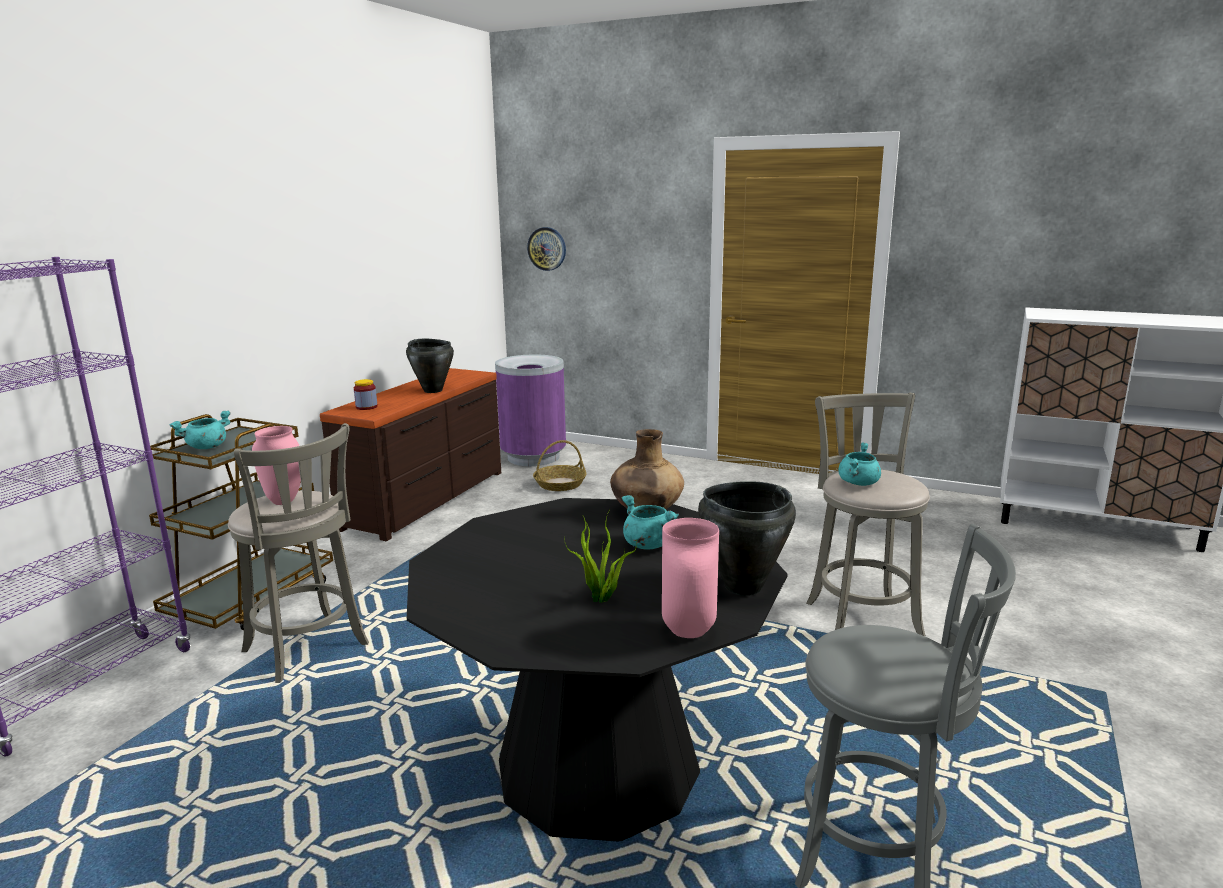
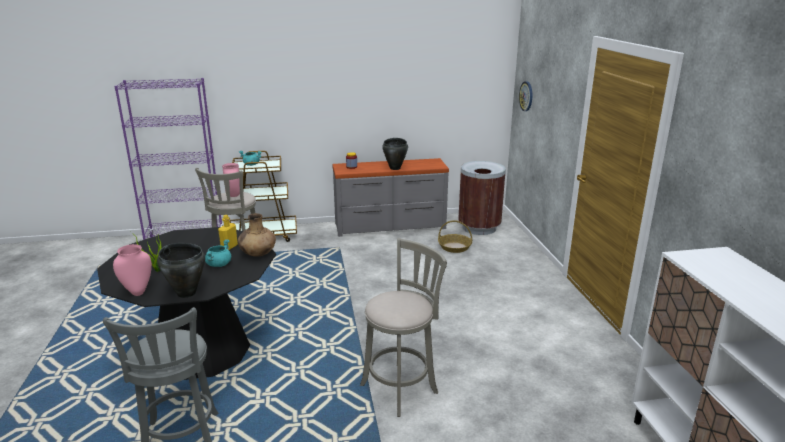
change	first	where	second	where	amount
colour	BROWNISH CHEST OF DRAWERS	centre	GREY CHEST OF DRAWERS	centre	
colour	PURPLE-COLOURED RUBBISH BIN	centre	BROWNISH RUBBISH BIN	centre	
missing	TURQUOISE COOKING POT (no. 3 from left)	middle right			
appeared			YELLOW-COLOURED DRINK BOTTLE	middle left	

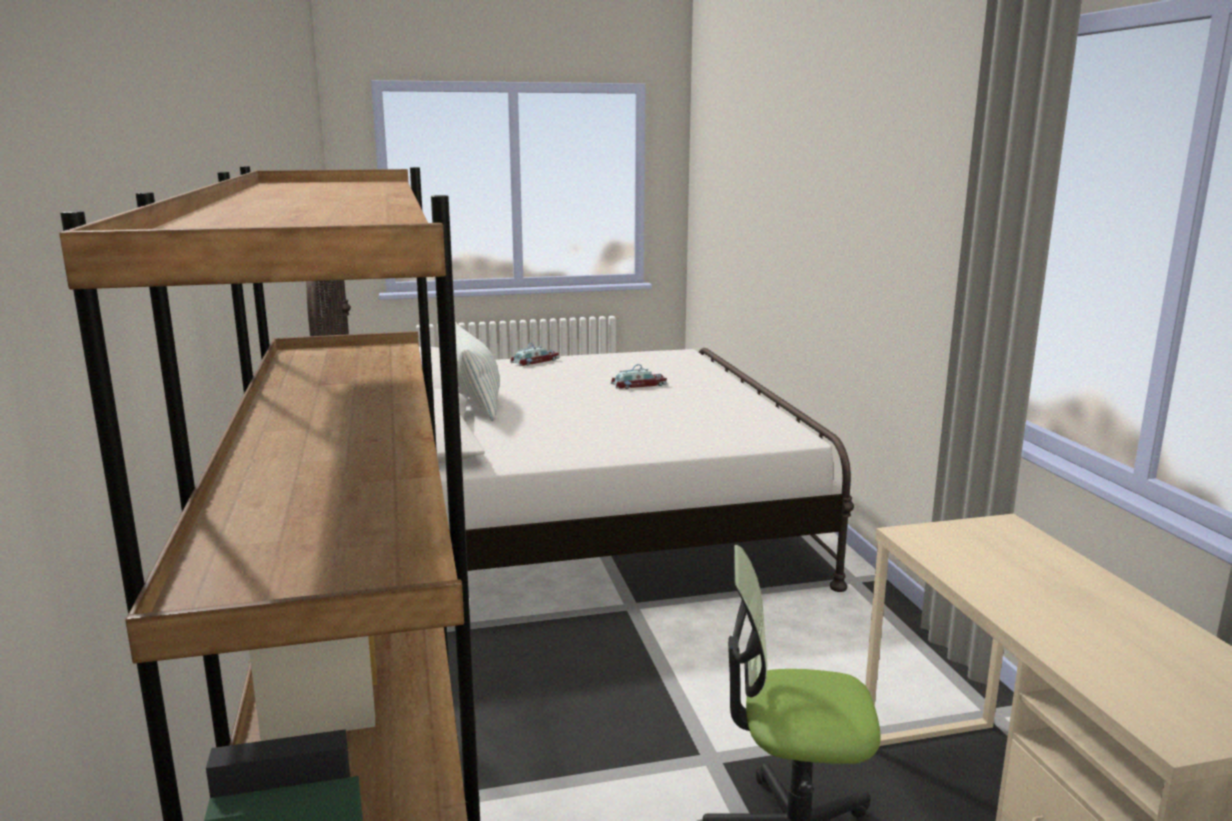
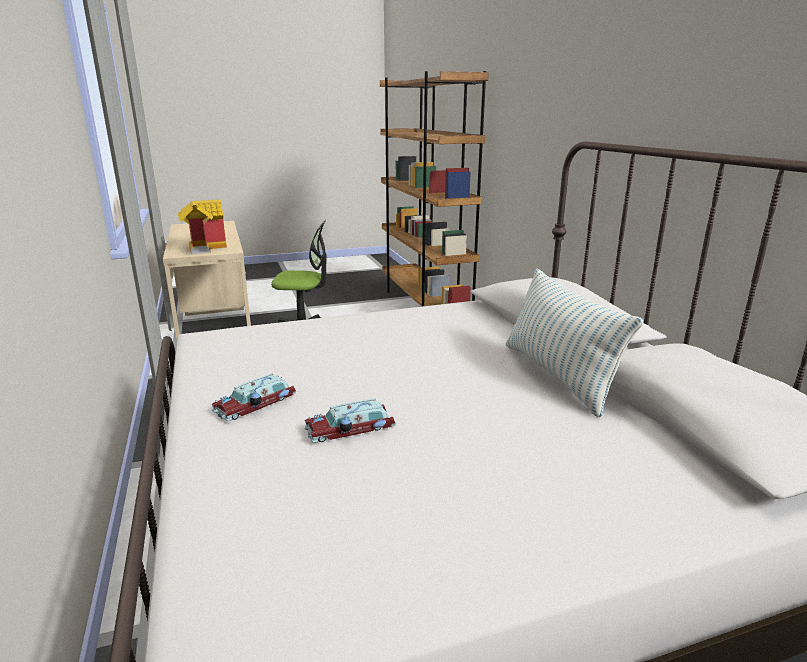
change	first	where	second	where	amount
relocated	MINIATURE CAR (no. 1 from left)	centre		middle left	
appeared			MINIATURE HOUSE	middle left	

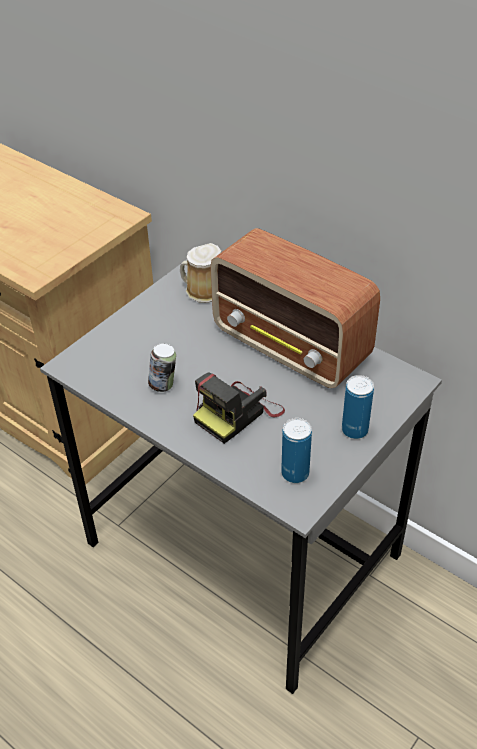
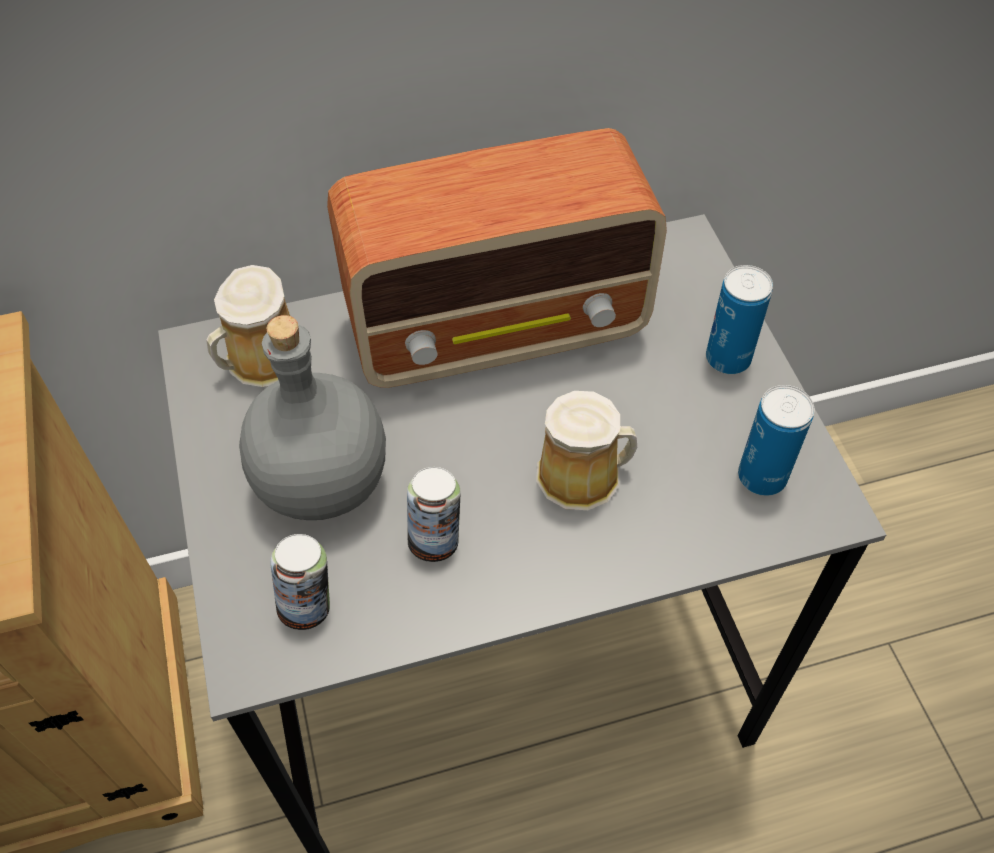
change	first	where	second	where	amount
exchanged	STILL CAMERA	centre	MUG (no. 2 from left)	centre	
appeared			GREY DRINK BOTTLE	middle left	
appeared			SEALED CAN (no. 1 from left)	bottom left	

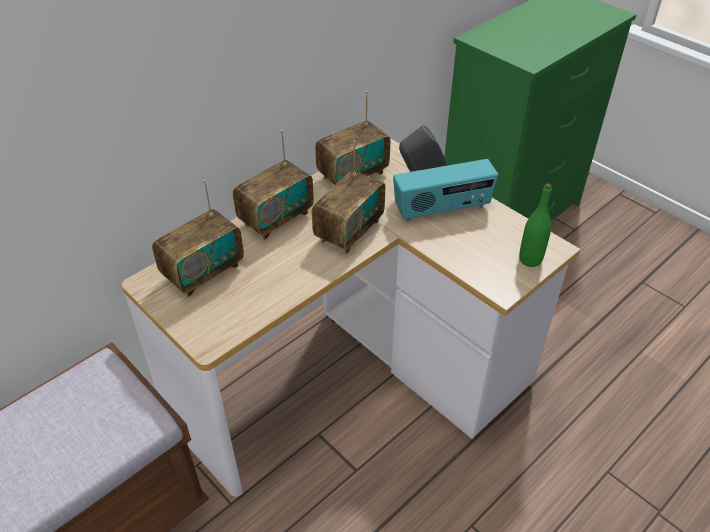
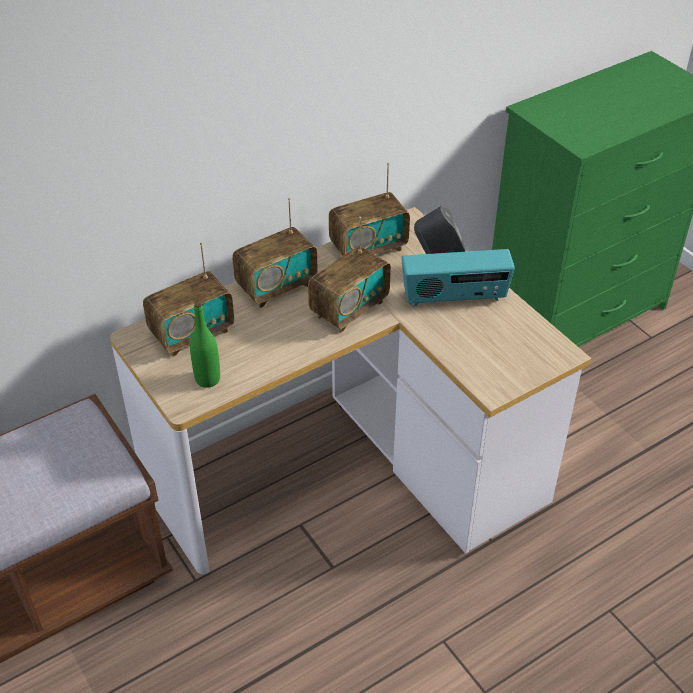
change	first	where	second	where	amount
relocated	GREENISH DRINK BOTTLE	middle right		middle left	

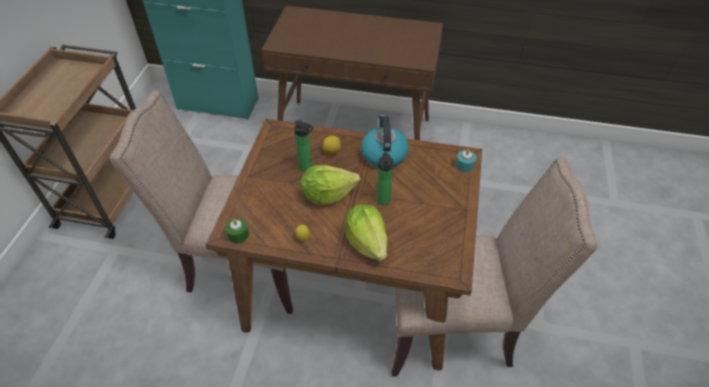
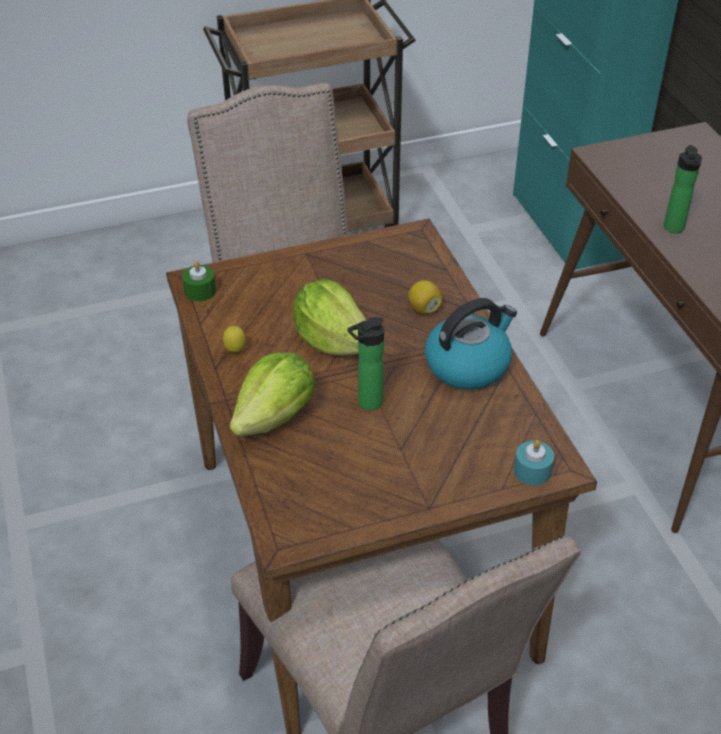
change	first	where	second	where	amount
relocated	DRINK BOTTLE (no. 1 from left in the first image)	centre	DRINK BOTTLE (no. 2 from left)	top right	

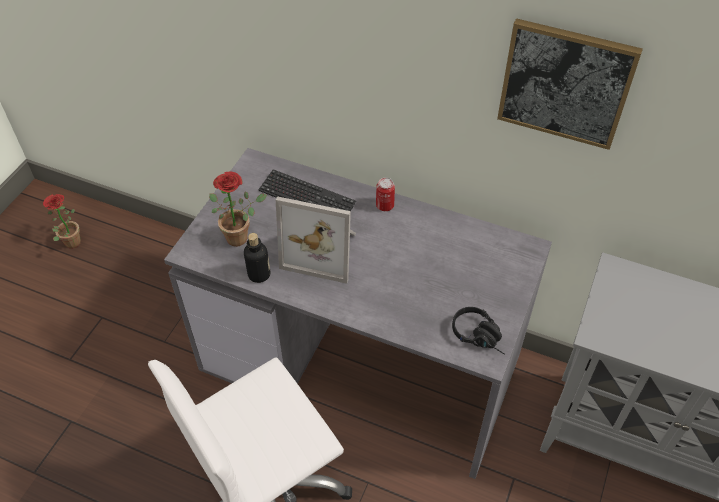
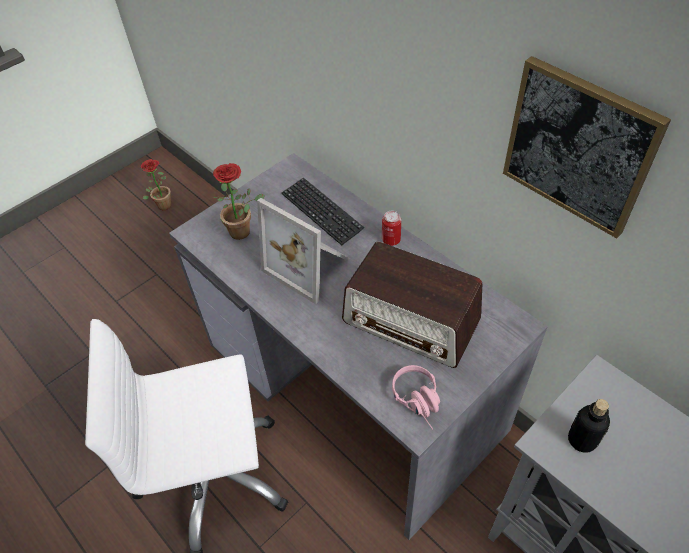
change	first	where	second	where	amount
relocated	DRINK BOTTLE	centre		bottom right	
colour	BLACKISH HEADPHONES	centre	PINKISH HEADPHONES	bottom centre	
appeared			RADIO SET	centre	

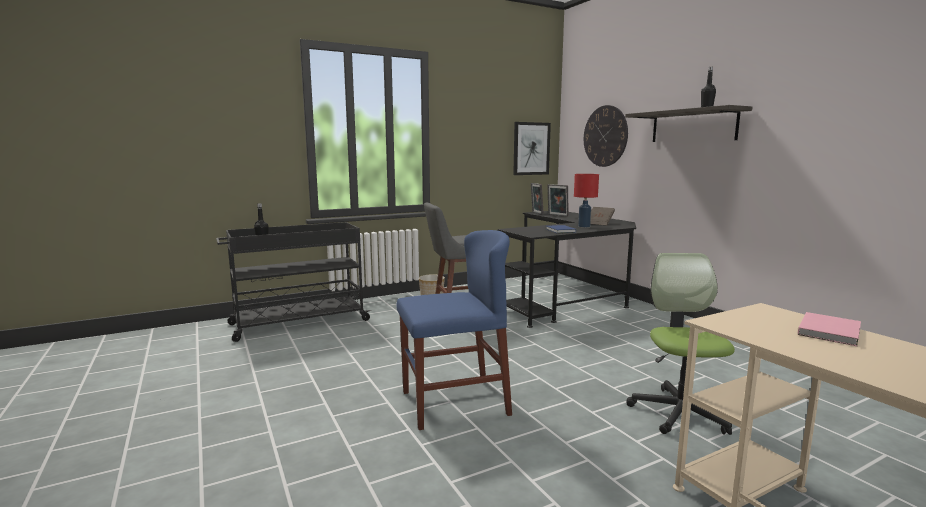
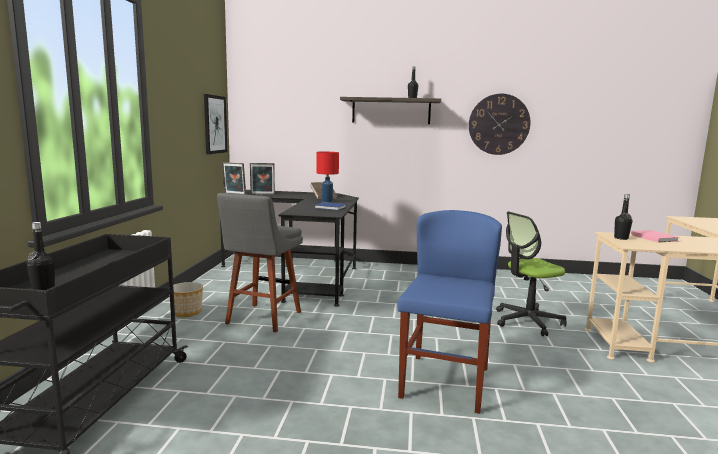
change	first	where	second	where	amount
relocated	CLOCK ON THE WALL	top centre		top right	
spun	OFFICE CHAIR	bottom right		middle right	60 degrees counterclockwise
appeared			BLACKISH DRINK BOTTLE (no. 3 from left)	middle right	

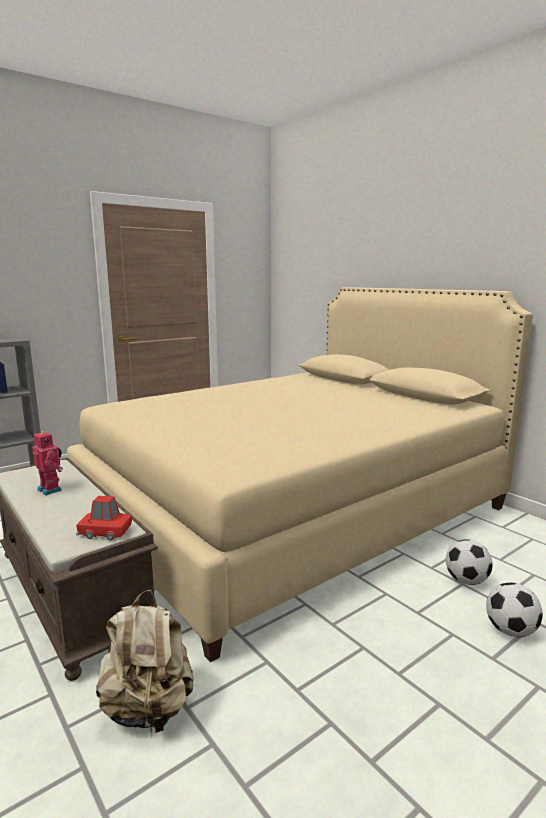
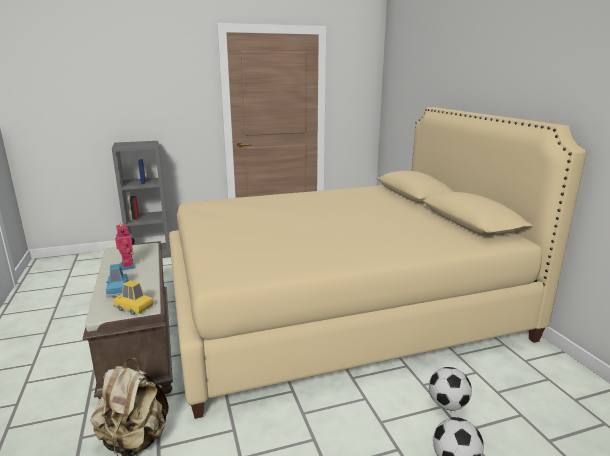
change	first	where	second	where	amount
colour	REDDISH MINIATURE CAR	middle left	YELLOW-COLOURED MINIATURE CAR	middle left	
appeared			BLUISH MINIATURE CAR	middle left	

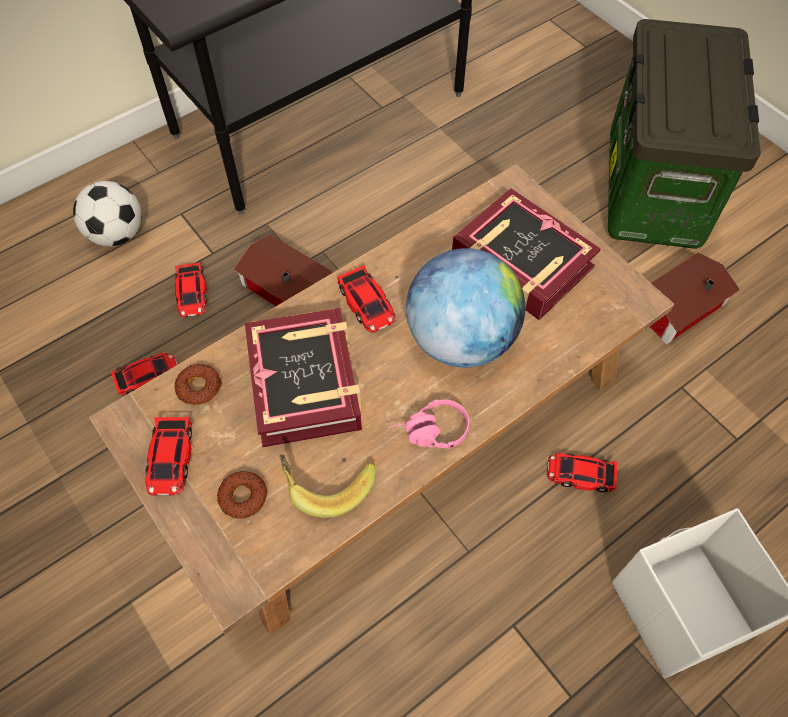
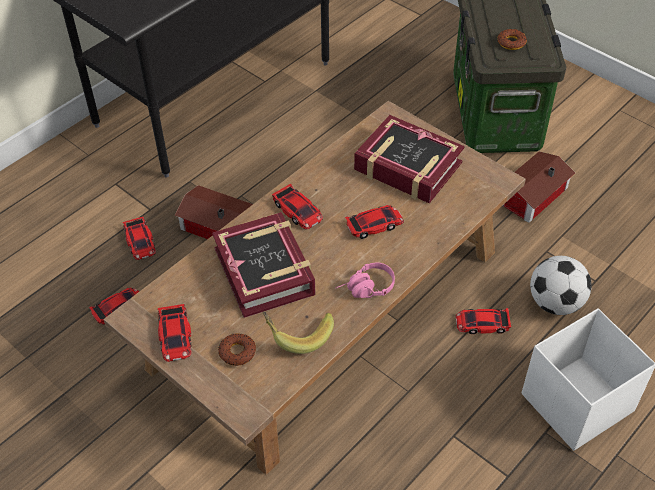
change	first	where	second	where	amount
relocated	BALL FOR FOOTBALL	top left		middle right	
relocated	RING DOUGHNUT (no. 1 from left in the first image)	middle left	RING DOUGHNUT (no. 2 from left)	top right	
exchanged	DESK GLOBE	centre	MINIATURE CAR (no. 5 from left)	centre	

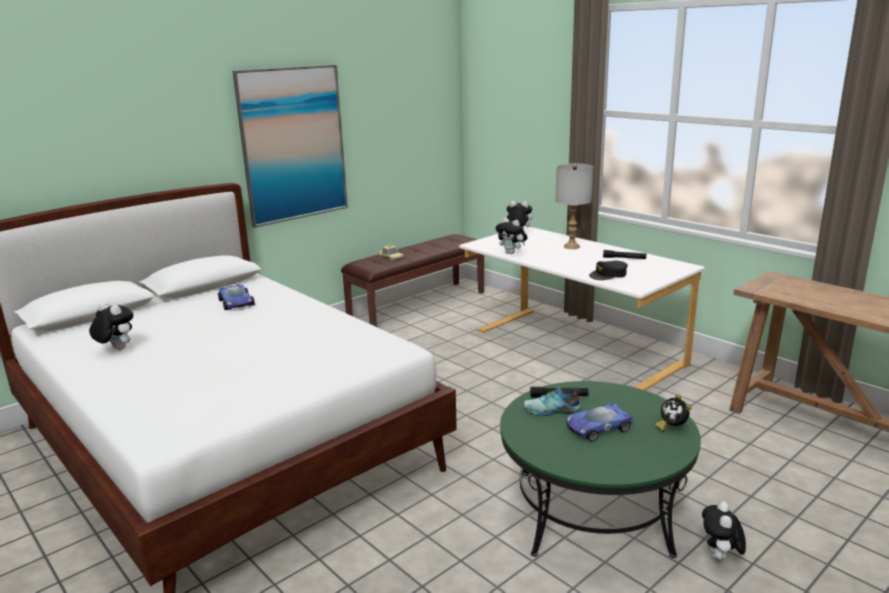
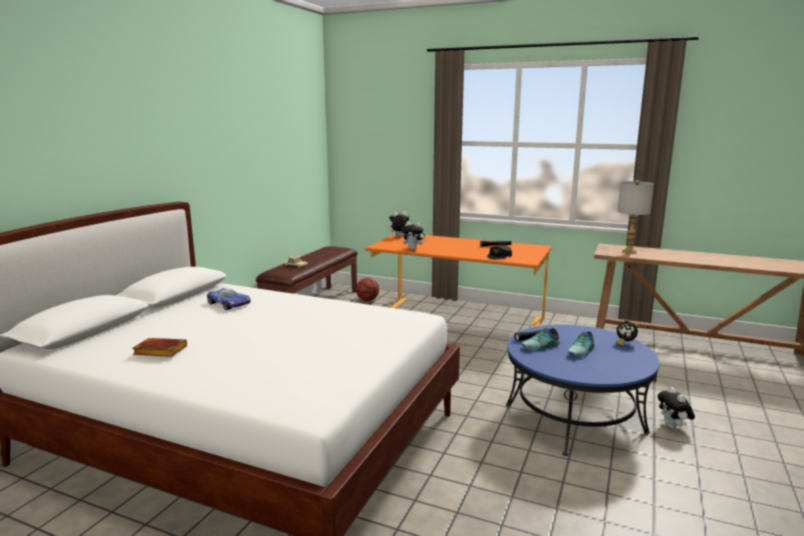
change	first	where	second	where	amount
exchanged	CUDDLY TOY (no. 1 from left)	middle left	BROWNISH VOLUME	middle left	
missing	WALL PICTURE	top left			
colour	WHITISH DESK UNIT	centre	ORANGE DESK UNIT	centre	
colour	GREENISH COFFEE TABLE	bottom right	BLUISH COFFEE TABLE	bottom right	
relocated	GREY LAMP FOR A TABLE	centre		middle right	
exchanged	MINIATURE CAR (no. 3 from left)	bottom right	ITEM OF FOOTWEAR (no. 2 from left)	middle right	
appeared			BALL FOR BASKETBALL	centre	

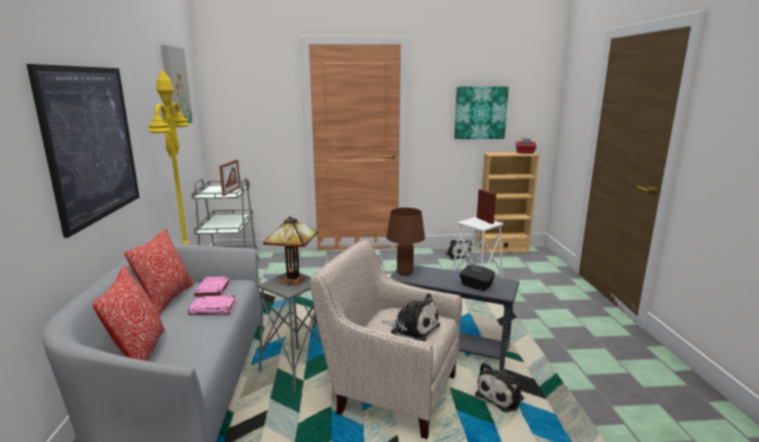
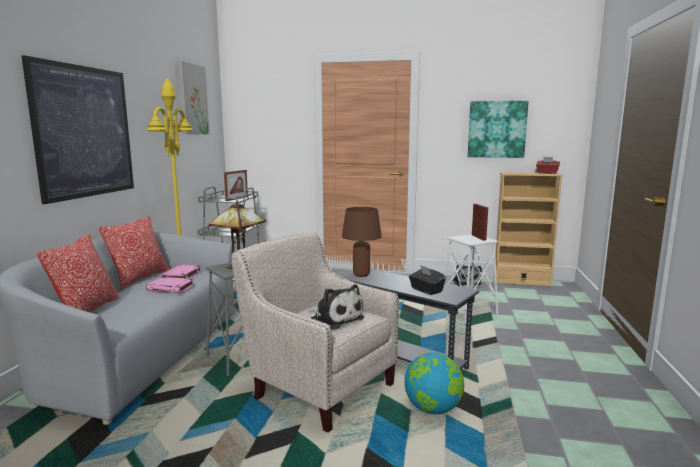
change	first	where	second	where	amount
exchanged	CUDDLY TOY (no. 3 from left)	bottom centre	DESK GLOBE	bottom centre	

